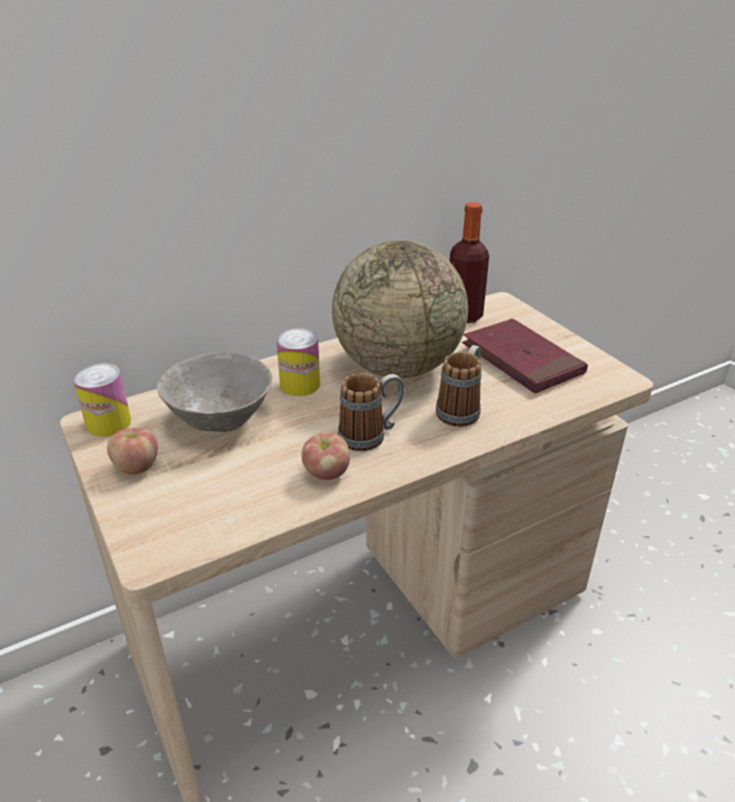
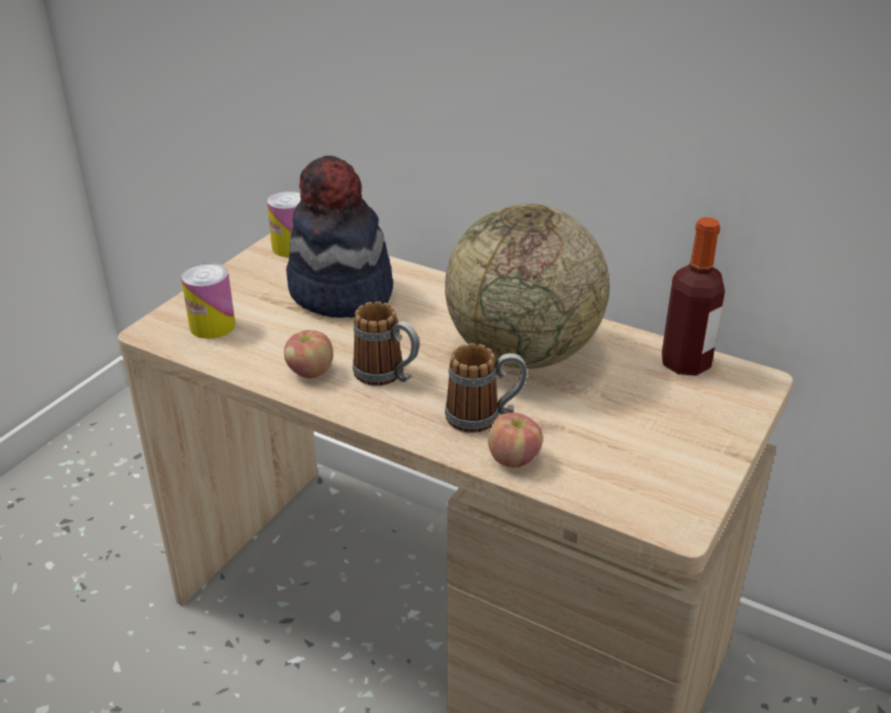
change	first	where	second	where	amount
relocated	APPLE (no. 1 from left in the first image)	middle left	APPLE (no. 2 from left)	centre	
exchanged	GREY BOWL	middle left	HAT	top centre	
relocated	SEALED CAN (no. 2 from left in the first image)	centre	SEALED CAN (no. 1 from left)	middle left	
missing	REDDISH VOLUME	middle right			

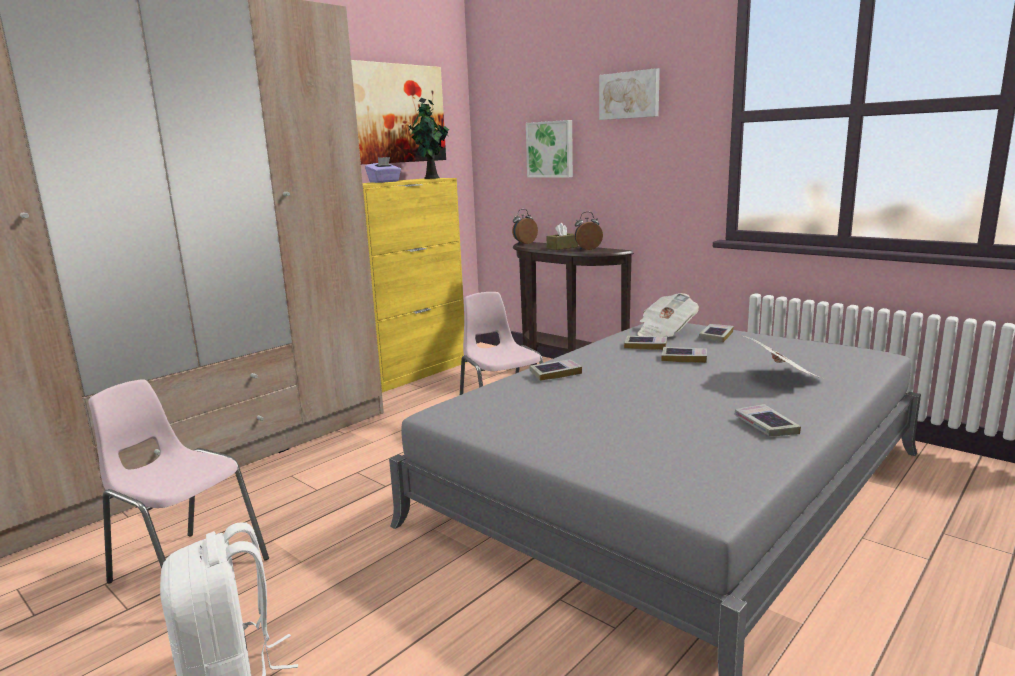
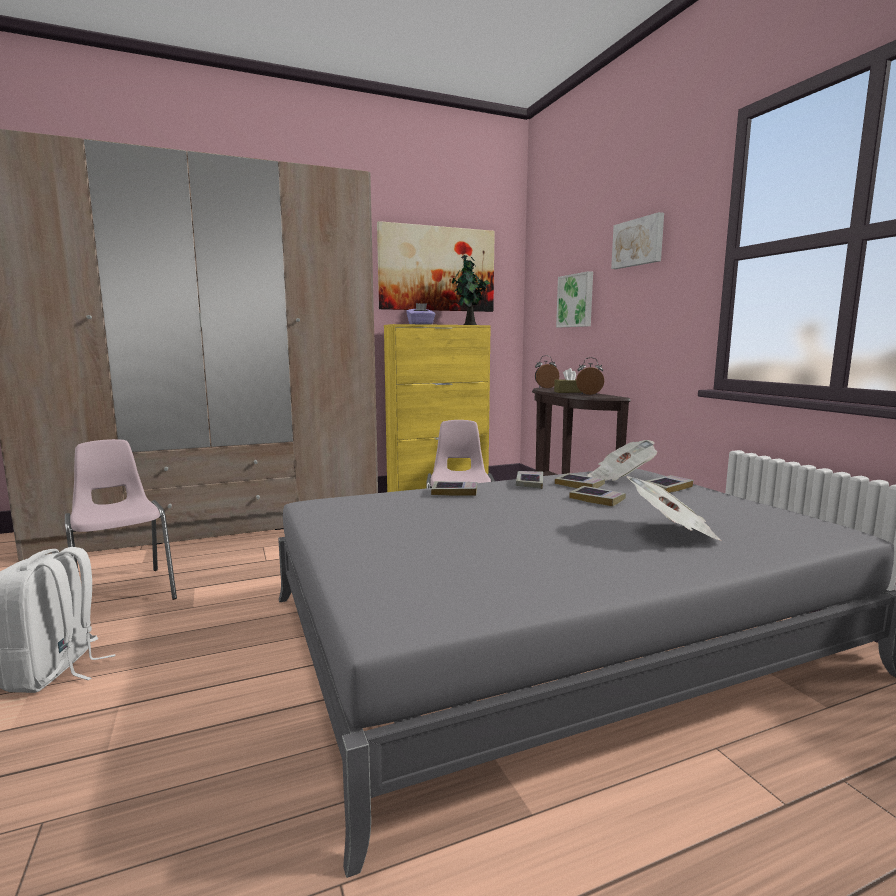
change	first	where	second	where	amount
relocated	VOLUME (no. 5 from left in the first image)	middle right	VOLUME (no. 2 from left)	centre	

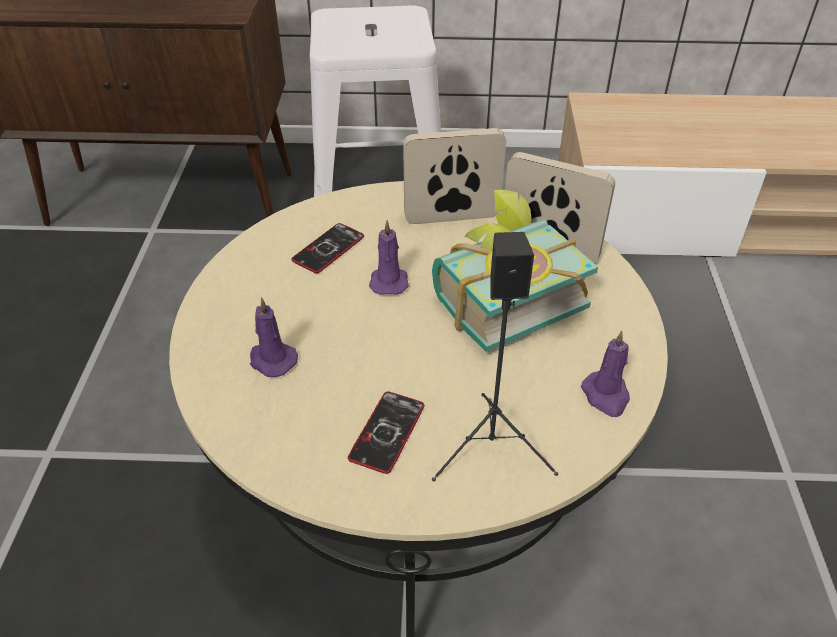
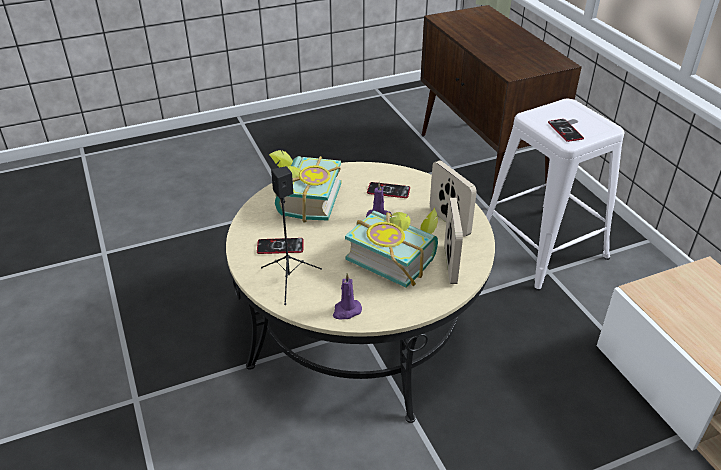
change	first	where	second	where	amount
exchanged	PURPLE-COLOURED CANDLE (no. 1 from left)	middle left	VOLUME (no. 1 from left)	centre	
appeared			TELEPHONE (no. 3 from left)	top right	

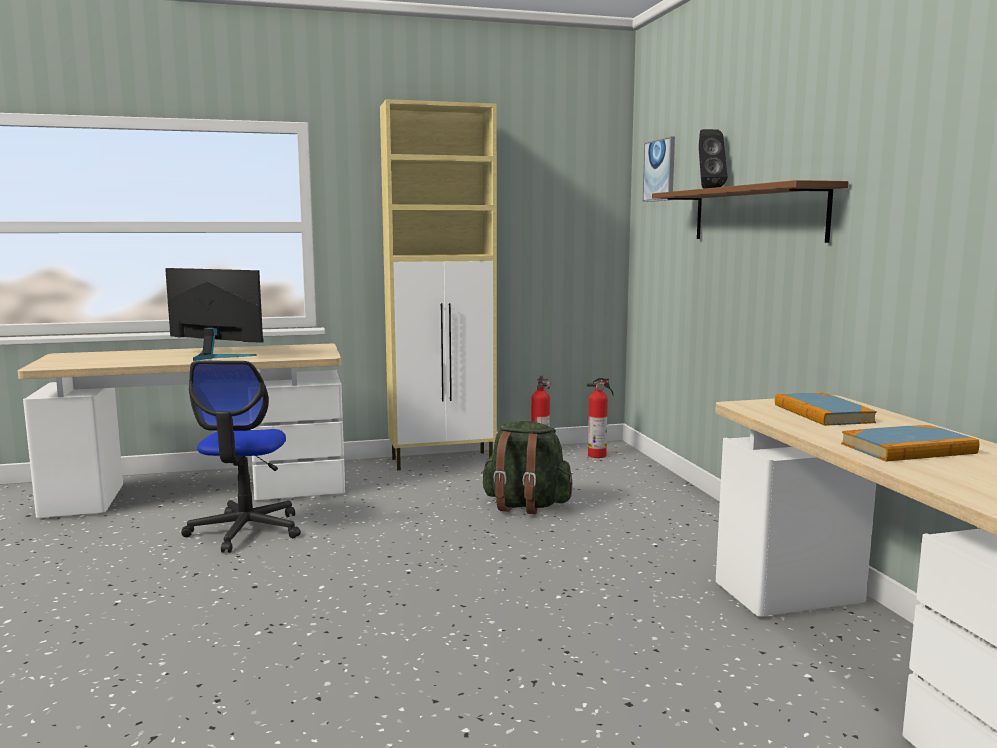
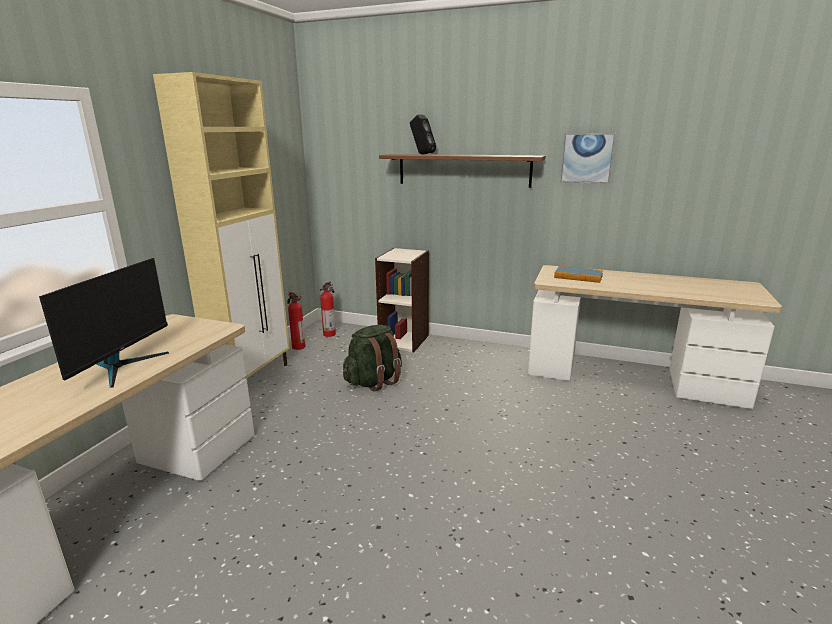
change	first	where	second	where	amount
spun	COMPUTER SCREEN	middle left		middle left	135 degrees clockwise
missing	OFFICE CHAIR	middle left			
relocated	WALL PICTURE	top centre		top right	
missing	VOLUME (no. 2 from left)	middle right			
appeared			BOOKCASE	centre	

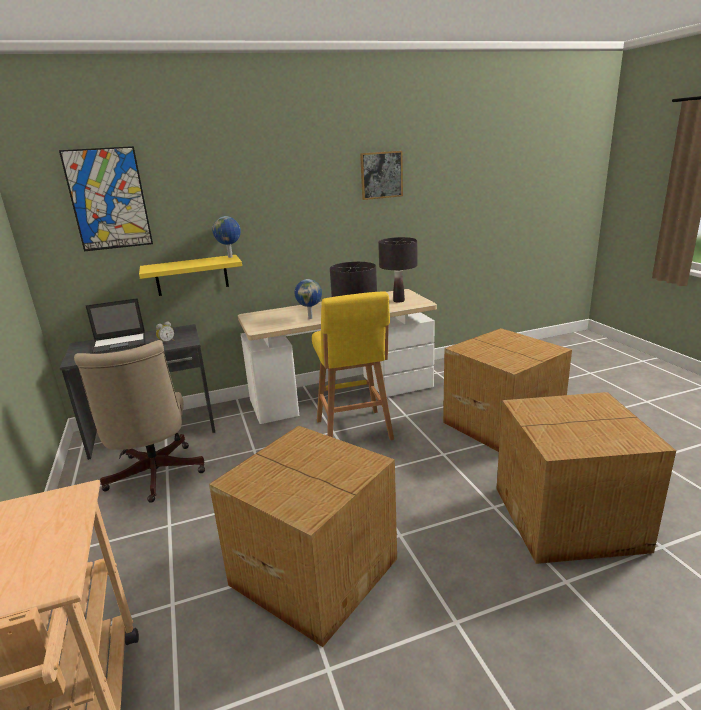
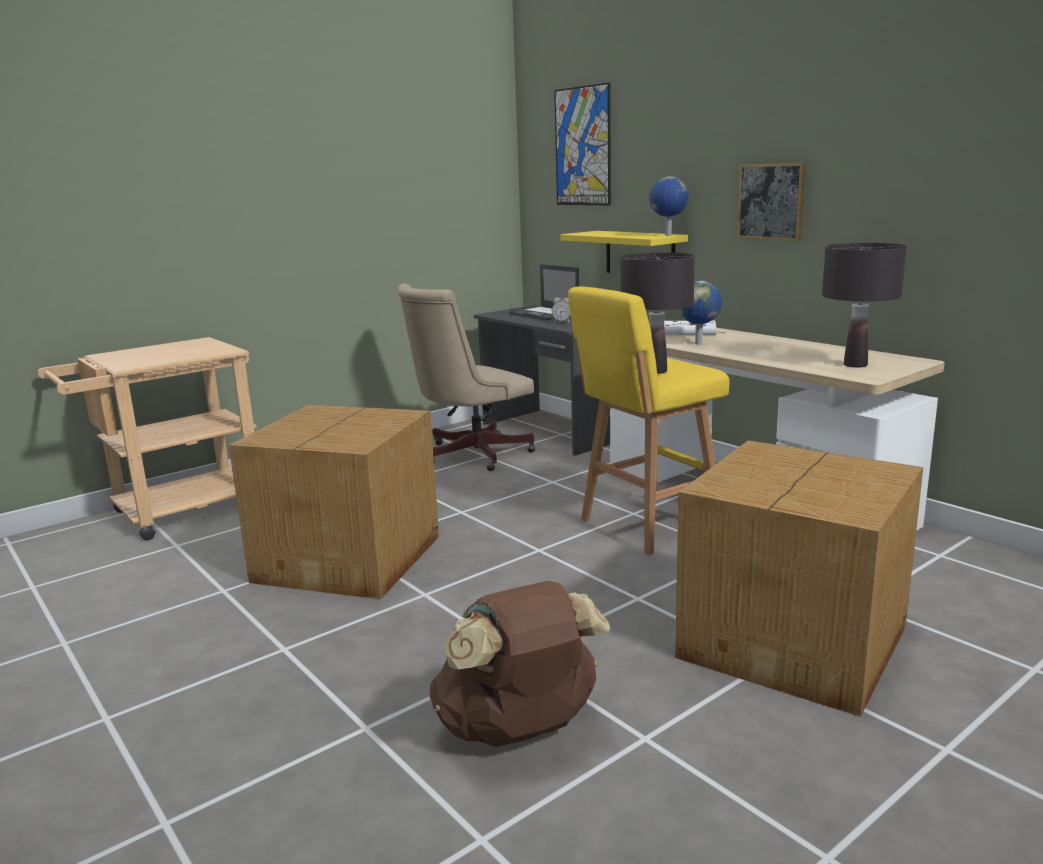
change	first	where	second	where	amount
relocated	WALL PICTURE (no. 2 from left)	top centre		top right	
exchanged	CARDBOARD BOX (no. 3 from left)	bottom right	BROWNISH BACKPACK	bottom centre	
appeared			WHITISH VOLUME	centre	

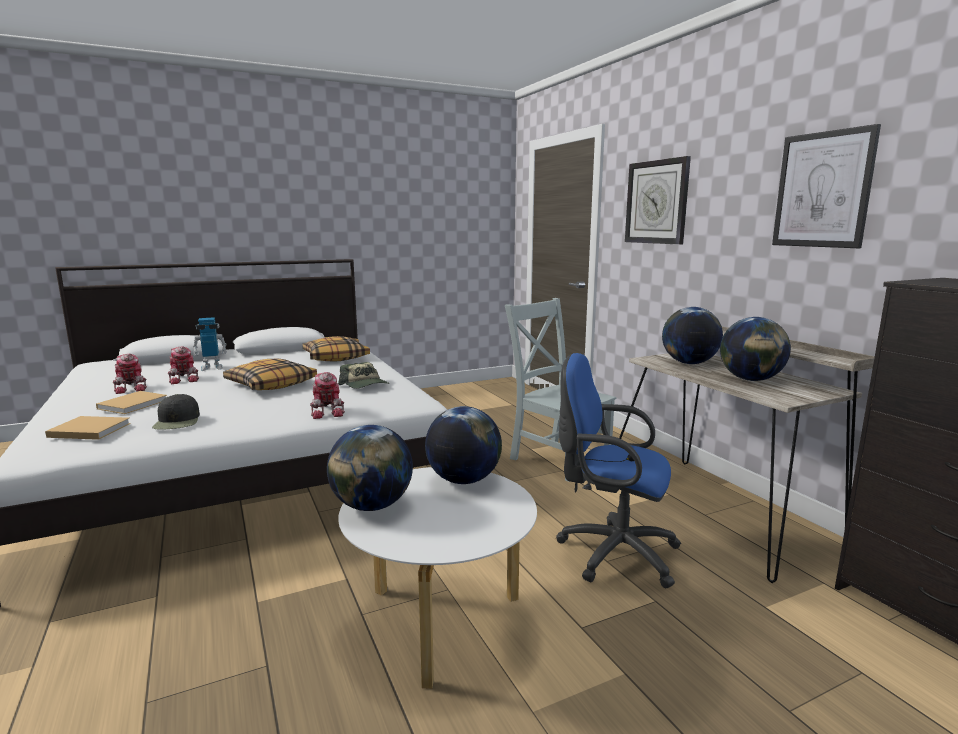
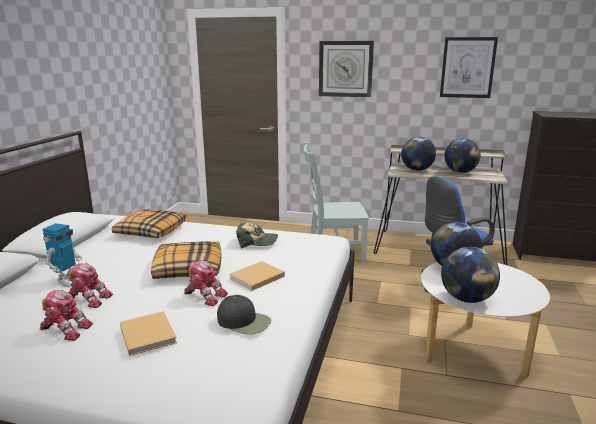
change	first	where	second	where	amount
relocated	SAND-COLOURED VOLUME (no. 1 from left in the first image)	middle left	SAND-COLOURED VOLUME (no. 2 from left)	centre	
relocated	MODEL ROBOT (no. 4 from left)	centre		bottom centre	

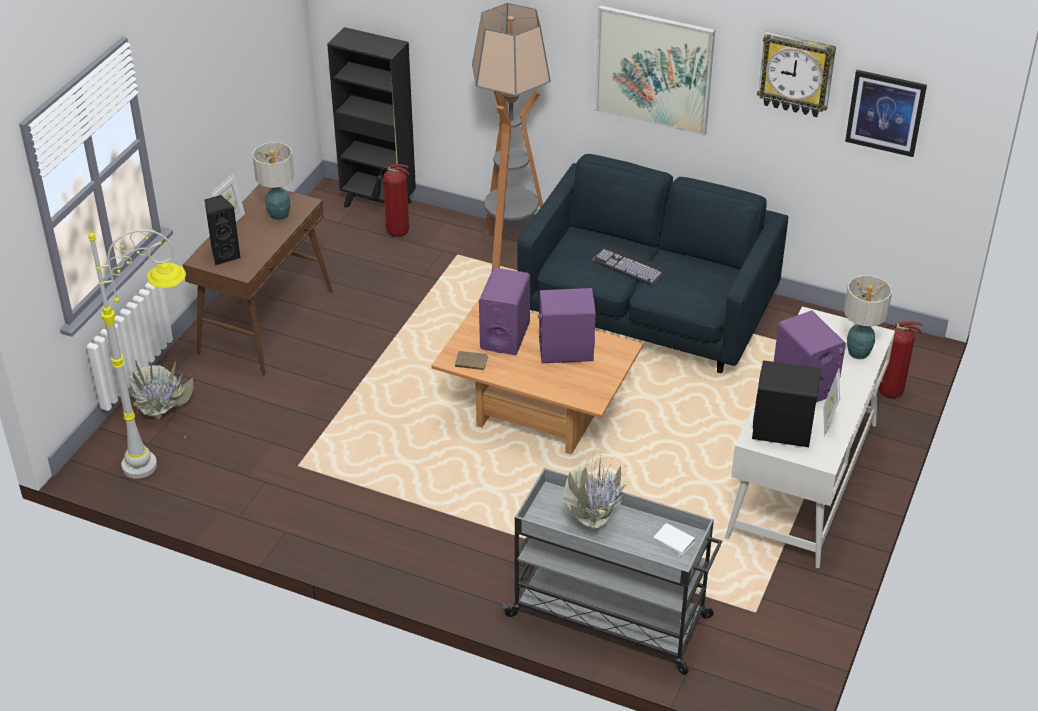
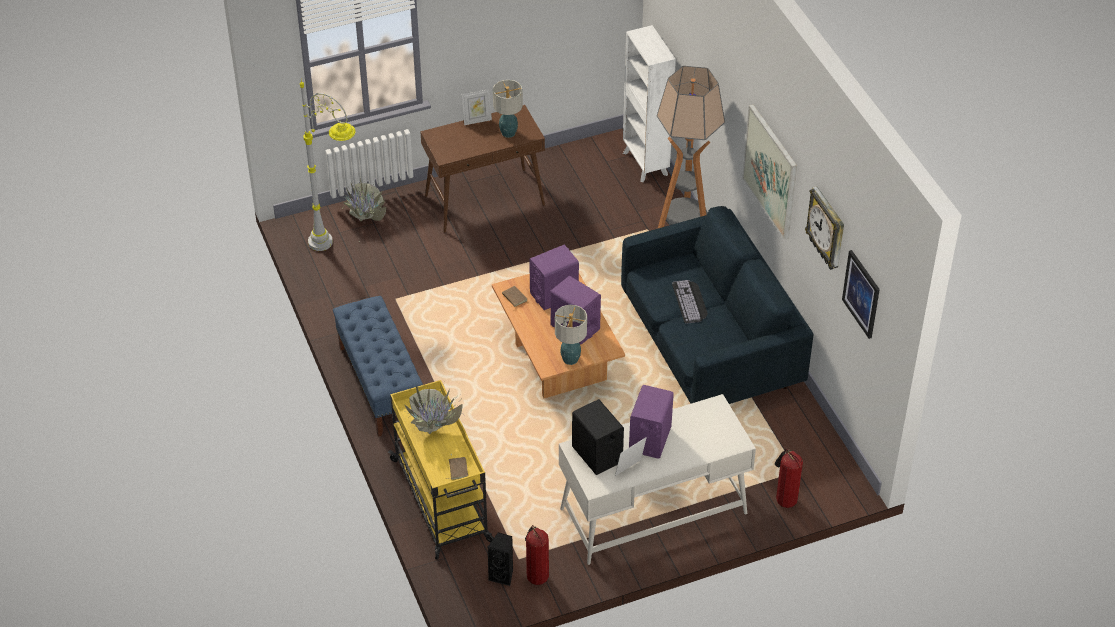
change	first	where	second	where	amount
relocated	BLACKISH SPEAKER (no. 1 from left)	top left		bottom centre	
colour	BLACKISH BOOKCASE	top centre	WHITISH BOOKCASE	top centre	
relocated	EXTINGUISHER (no. 1 from left)	top centre		bottom centre	
colour	GREY WHEELED CART	bottom centre	YELLOW-COLOURED WHEELED CART	bottom centre	
colour	WHITISH VOLUME	bottom centre	BROWNISH VOLUME (no. 1 from left)	bottom centre	
relocated	LAMP FOR A TABLE (no. 2 from left)	middle right		centre	
appeared			BLUISH INDOOR BENCH	centre	

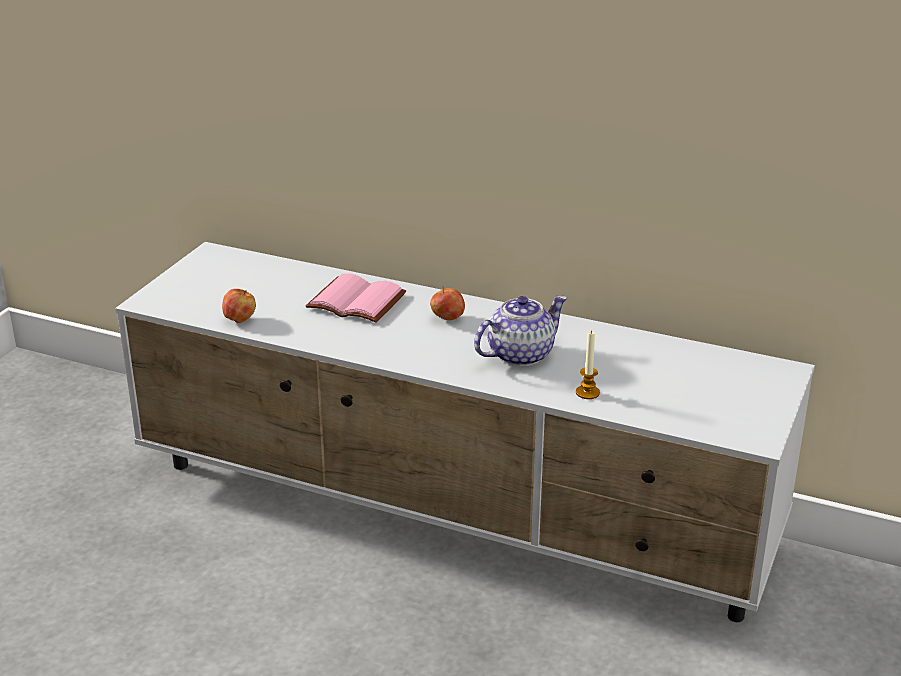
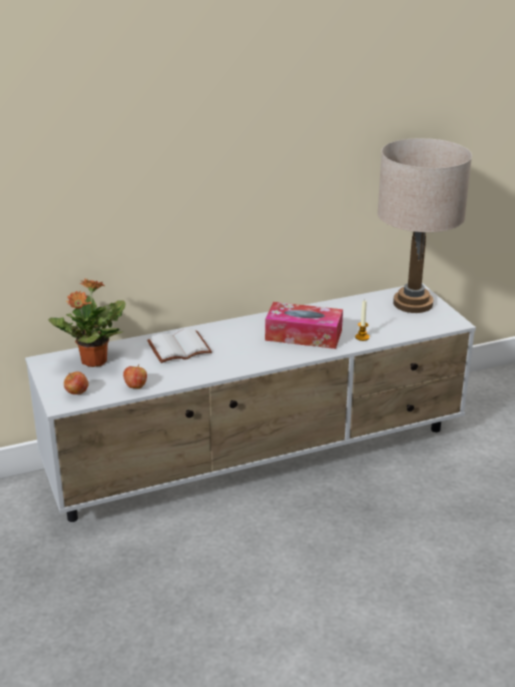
change	first	where	second	where	amount
colour	PINKISH VOLUME	centre	WHITISH VOLUME	centre	
relocated	APPLE (no. 2 from left in the first image)	centre	APPLE (no. 1 from left)	middle left	
exchanged	TEAPOT	centre	BOX OF TISSUES	centre	
appeared			HOUSEPLANT	middle left	
appeared			SAND-COLOURED LAMP FOR A TABLE	top right	

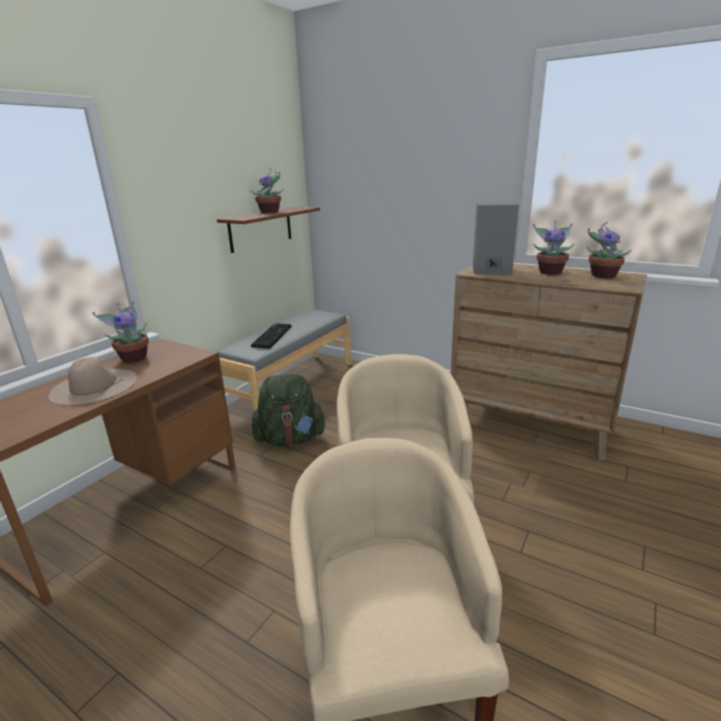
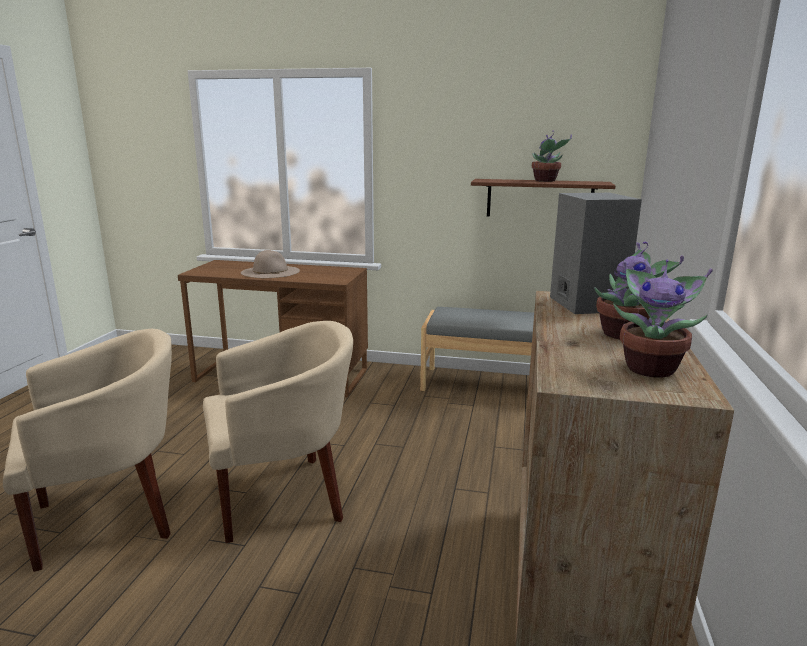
change	first	where	second	where	amount
missing	HOUSEPLANT (no. 1 from left)	middle left			
missing	PC KEYBOARD	centre			
missing	GREENISH BACKPACK	centre			

